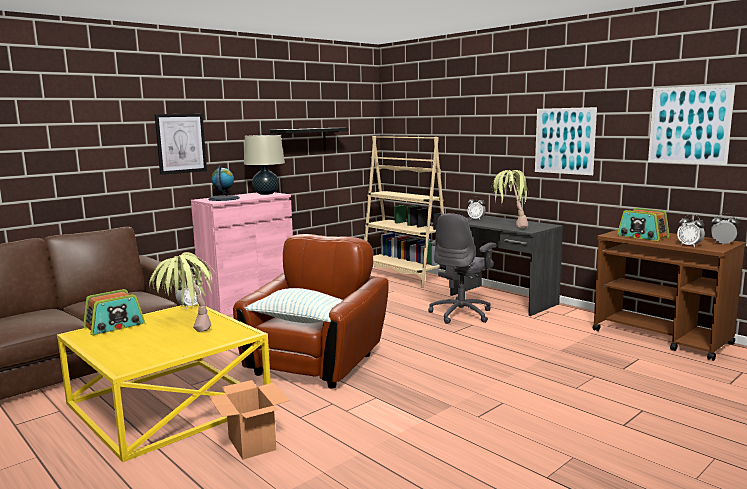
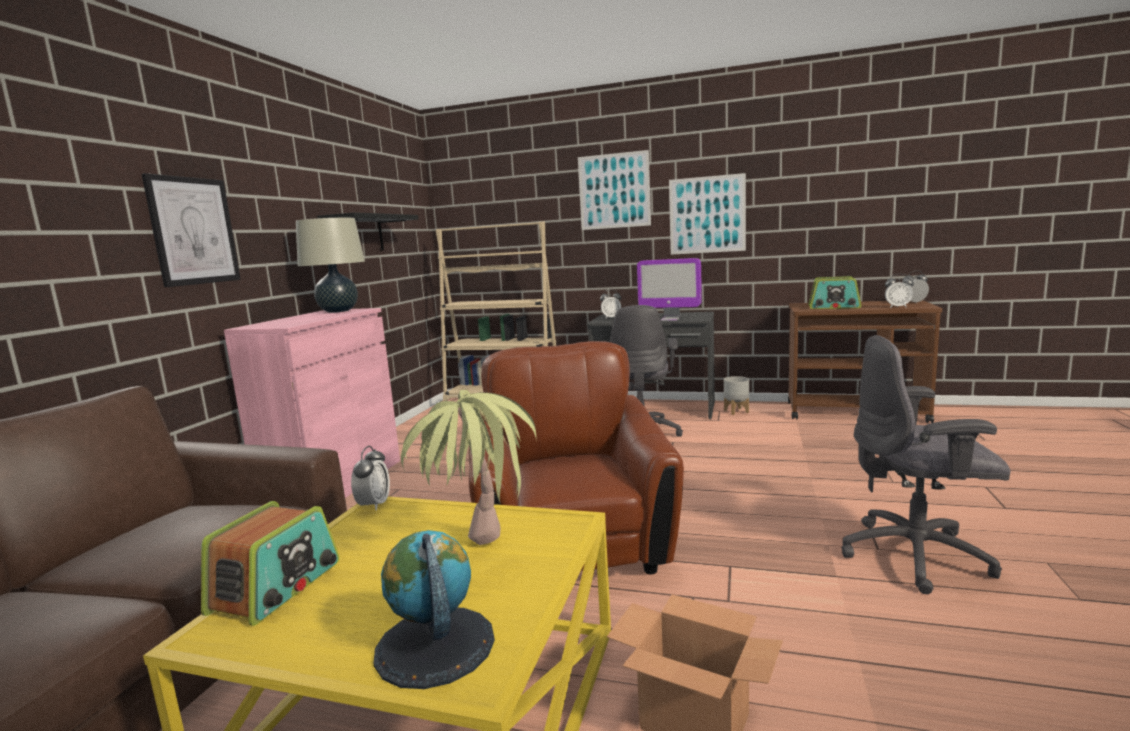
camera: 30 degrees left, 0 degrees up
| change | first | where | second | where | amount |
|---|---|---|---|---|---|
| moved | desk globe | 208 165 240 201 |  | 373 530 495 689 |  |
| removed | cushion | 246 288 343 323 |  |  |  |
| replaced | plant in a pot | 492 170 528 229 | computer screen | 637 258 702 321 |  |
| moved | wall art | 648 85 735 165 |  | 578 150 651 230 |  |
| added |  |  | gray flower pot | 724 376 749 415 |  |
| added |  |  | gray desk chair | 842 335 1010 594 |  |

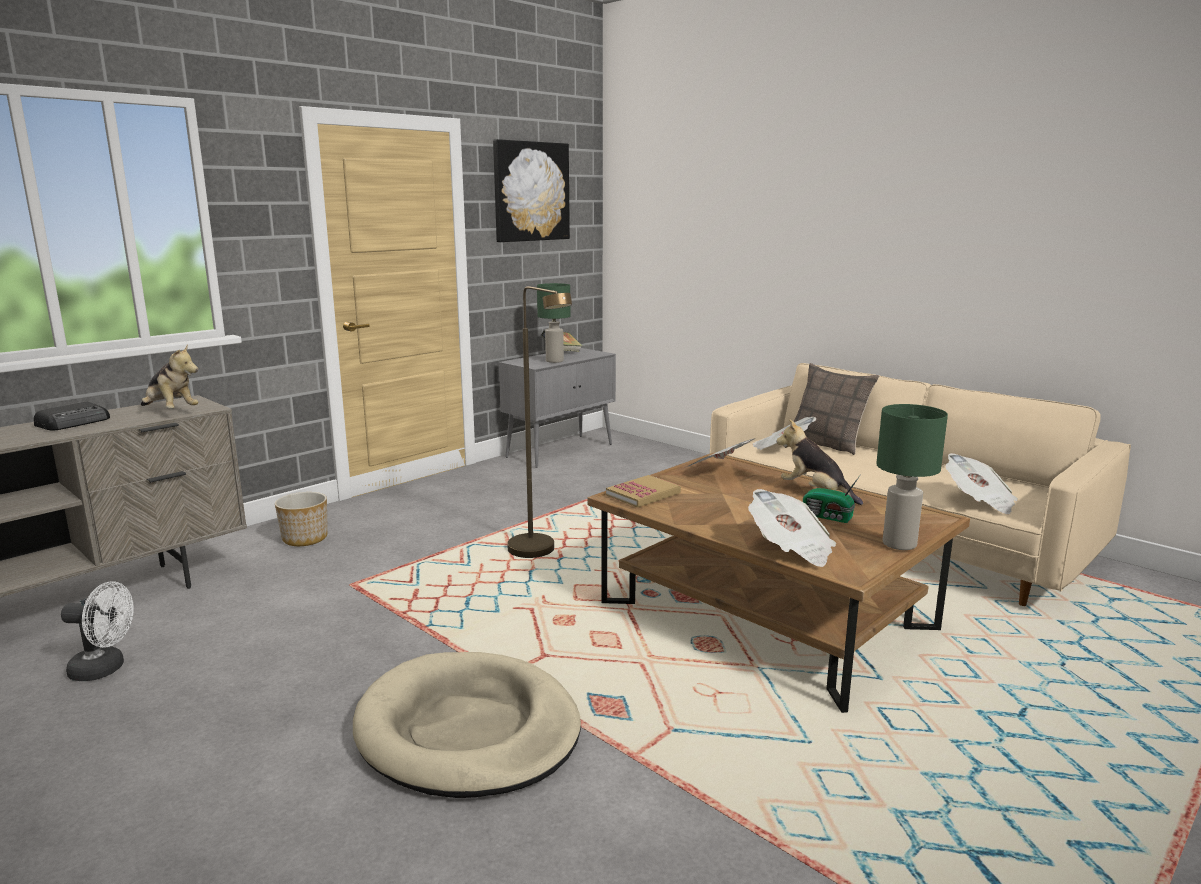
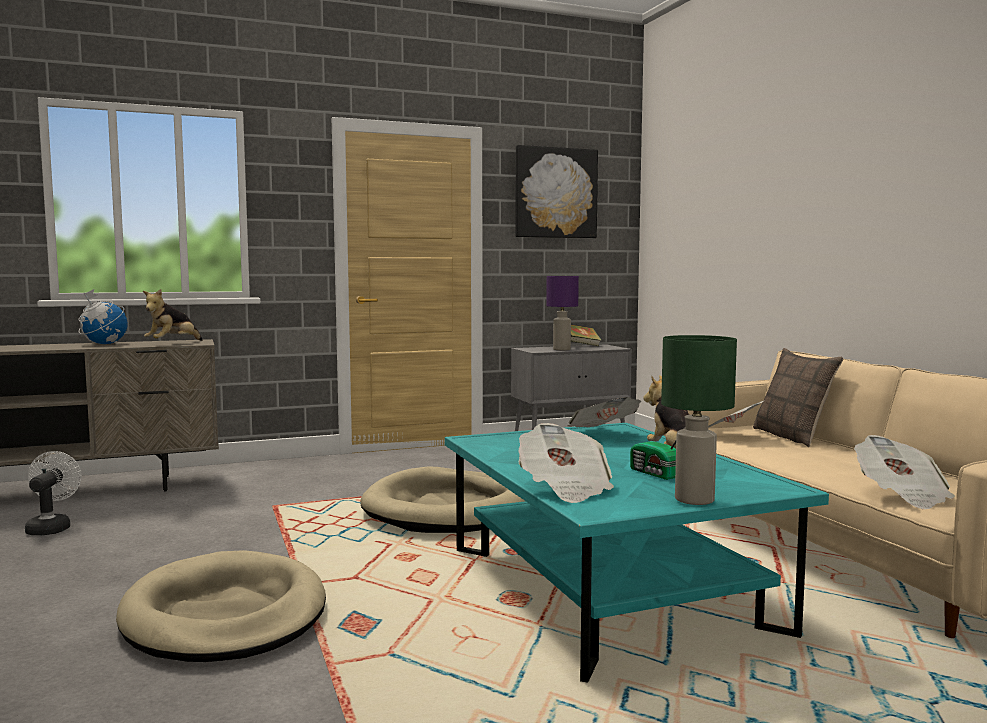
camera: 25 degrees right, 10 degrees down
| change | first | where | second | where | amount |
|---|---|---|---|---|---|
| replaced | radio | 33 401 110 431 | desk globe | 78 289 128 344 |  |
| turned | white cooling fan | 61 581 134 681 |  | 25 451 81 535 | 120 degrees counterclockwise |
| turned | plush toy | 141 344 198 409 |  | 143 289 203 341 | 60 degrees clockwise |
| removed | flower pot | 275 492 328 546 |  |  |  |
| replaced | brown-coloured standing lamp | 507 286 572 558 | beige-coloured dog cushion | 360 466 525 533 |  |
| recoloured | green tabletop lamp | 537 283 571 363 | purplish tabletop lamp | 546 276 579 351 |  |
| recoloured | brown-coloured lounge table | 587 452 970 713 | turquoise lounge table | 445 423 829 683 |  |
| removed | book | 606 475 681 508 |  |  |  |

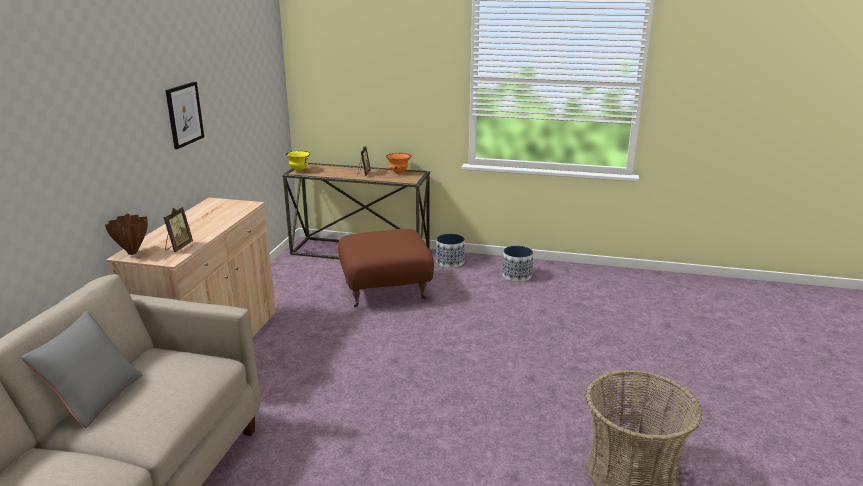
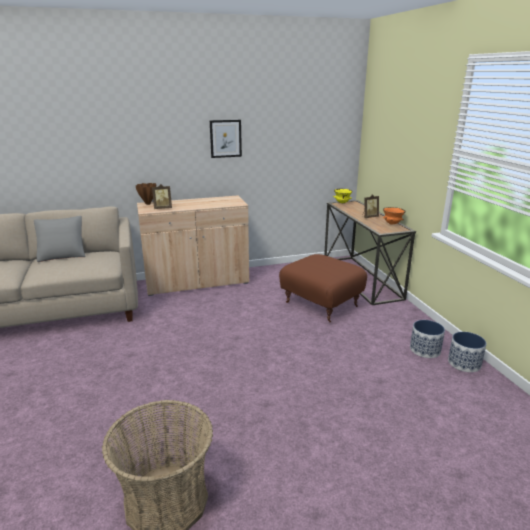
camera: 60 degrees right, 0 degrees up
| change | first | where | second | where | amount |
|---|---|---|---|---|---|
| moved | flower pot | 436 234 465 268 |  | 448 332 486 372 |  |

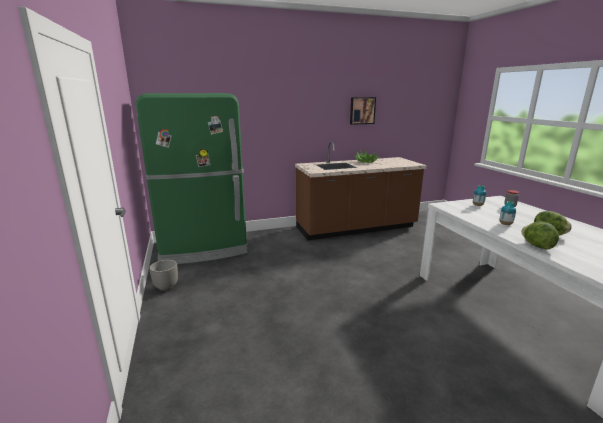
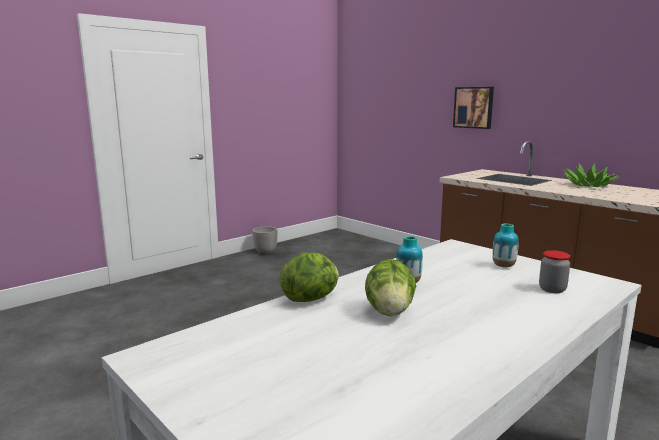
camera: 65 degrees right, 5 degrees down
| change | first | where | second | where | amount |
|---|---|---|---|---|---|
| removed | green refrigerator | 136 93 248 264 |  |  |  |
| moved | wall art | 350 97 376 125 |  | 453 87 494 129 |  |

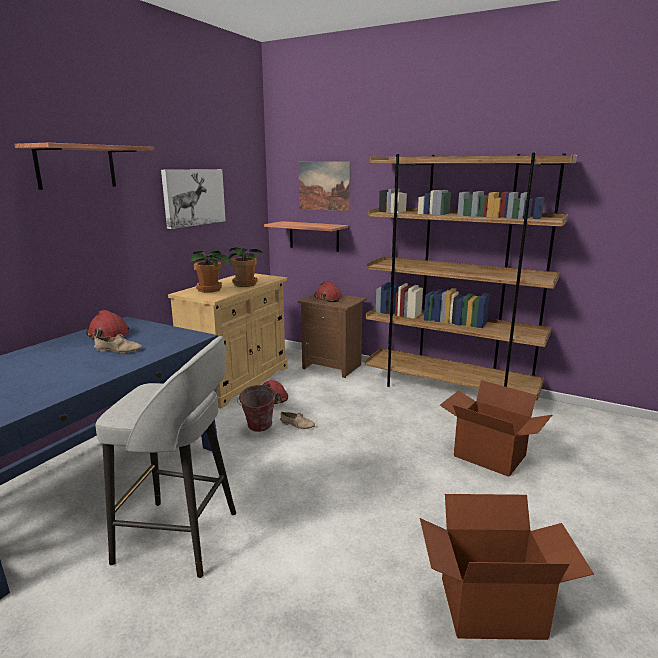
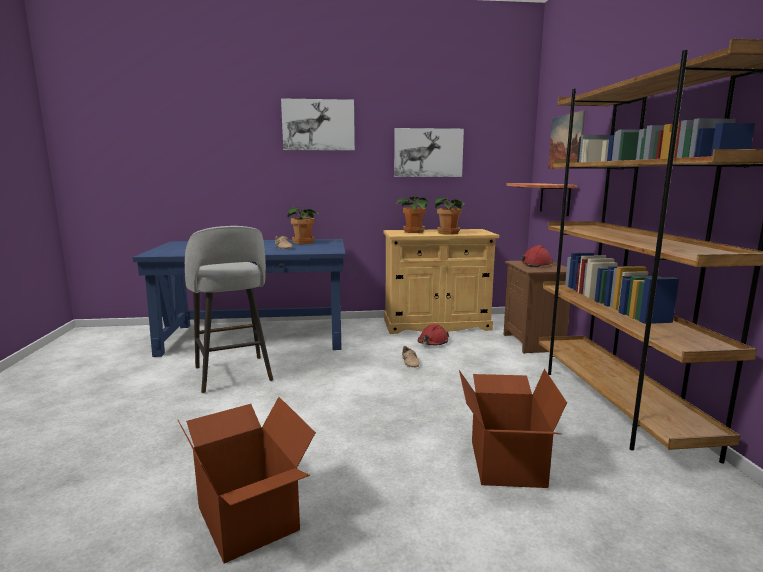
camera: 55 degrees right, 5 degrees down
| change | first | where | second | where | amount |
|---|---|---|---|---|---|
| replaced | shelf | 15 143 154 190 | wall art | 281 98 355 151 |  |
| replaced | reddish safety helmet | 86 310 129 338 | plant in a pot | 288 207 318 244 |  |
| removed | bucket | 237 384 276 432 |  |  |  |

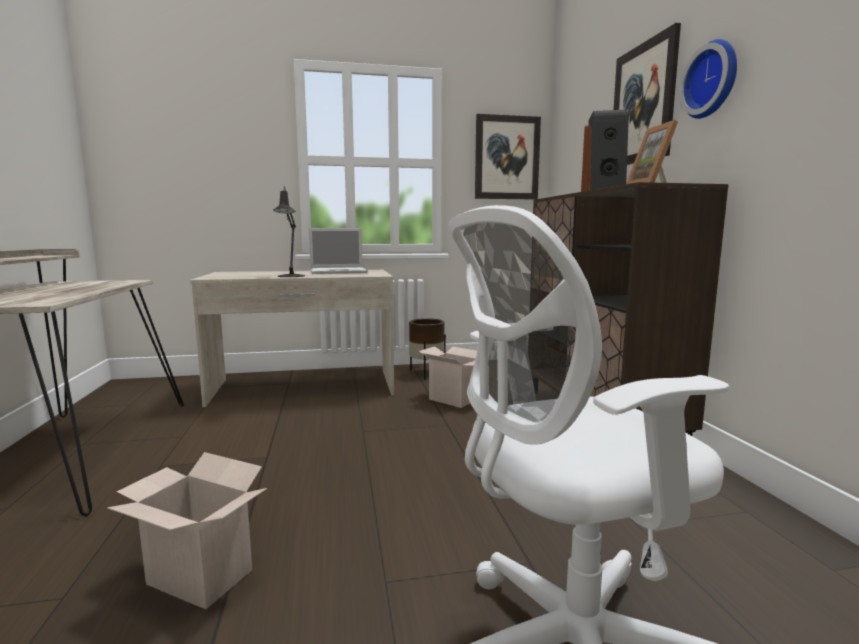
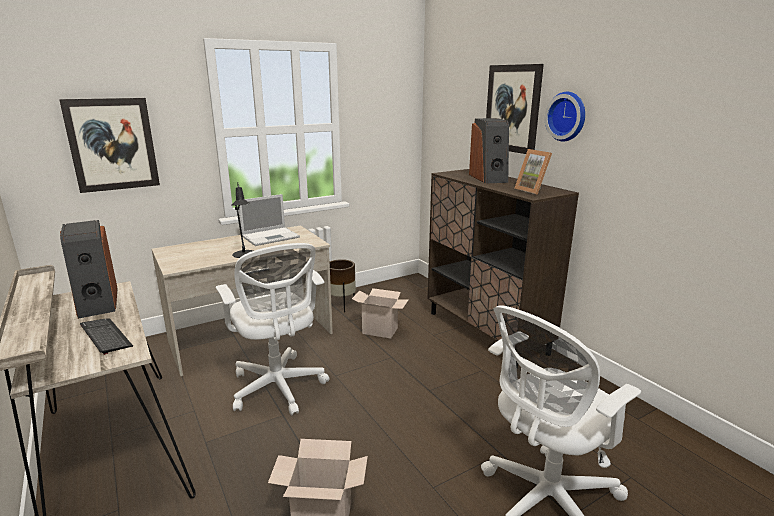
camera: 20 degrees left, 10 degrees up
| change | first | where | second | where | amount |
|---|---|---|---|---|---|
| moved | wall art | 475 114 541 200 |  | 59 98 160 193 |  |
| added |  |  | audio speaker | 60 220 118 319 |  |
| added |  |  | keyboard | 80 318 133 355 |  |
| added |  |  | white desk chair | 216 243 329 415 |  |

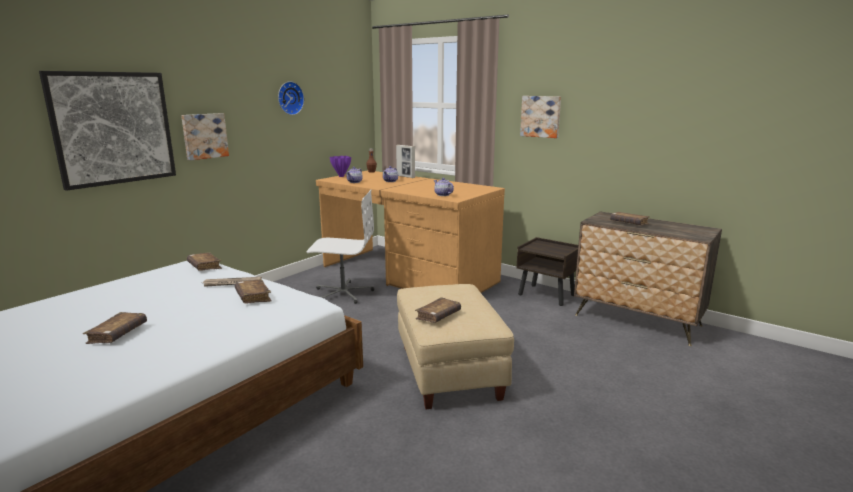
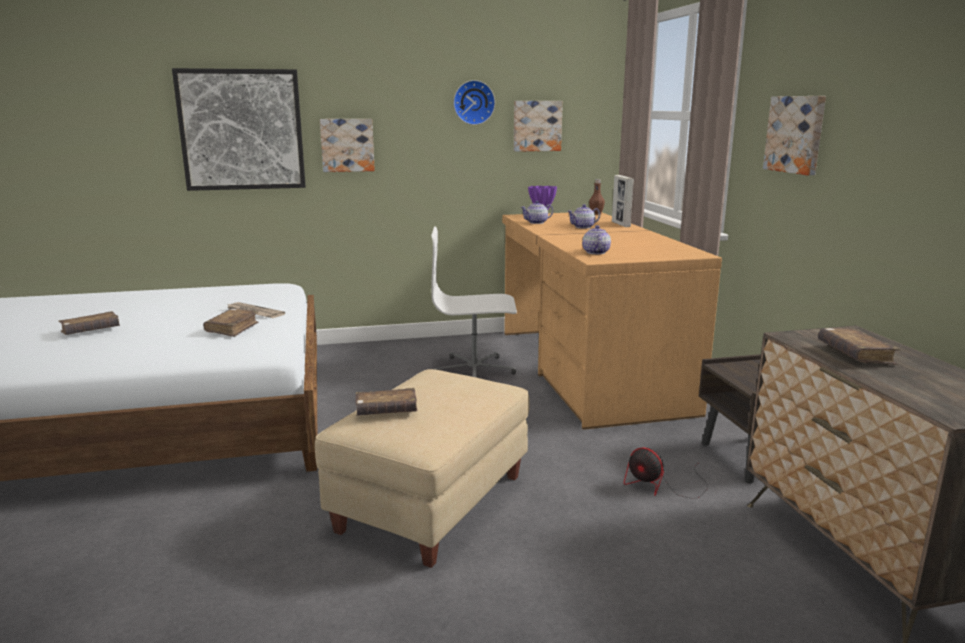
camera: 40 degrees right, 0 degrees up
| change | first | where | second | where | amount |
|---|---|---|---|---|---|
| removed | brown-coloured book | 187 252 222 271 |  |  |  |
| turned | white desk chair | 306 190 374 304 |  | 431 226 517 378 | 135 degrees clockwise |
| added |  |  | wall art | 514 101 563 152 |  |
| added |  |  | cooling fan | 624 447 708 499 |  |

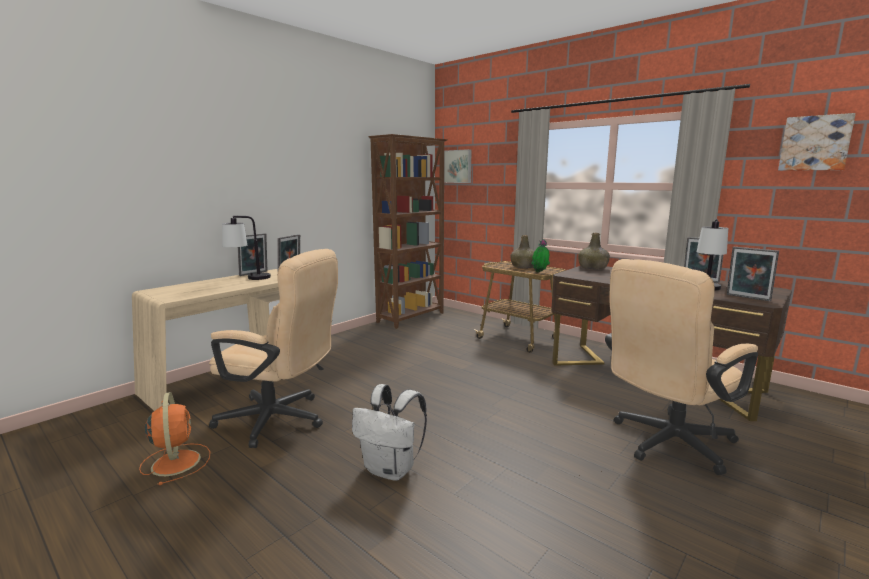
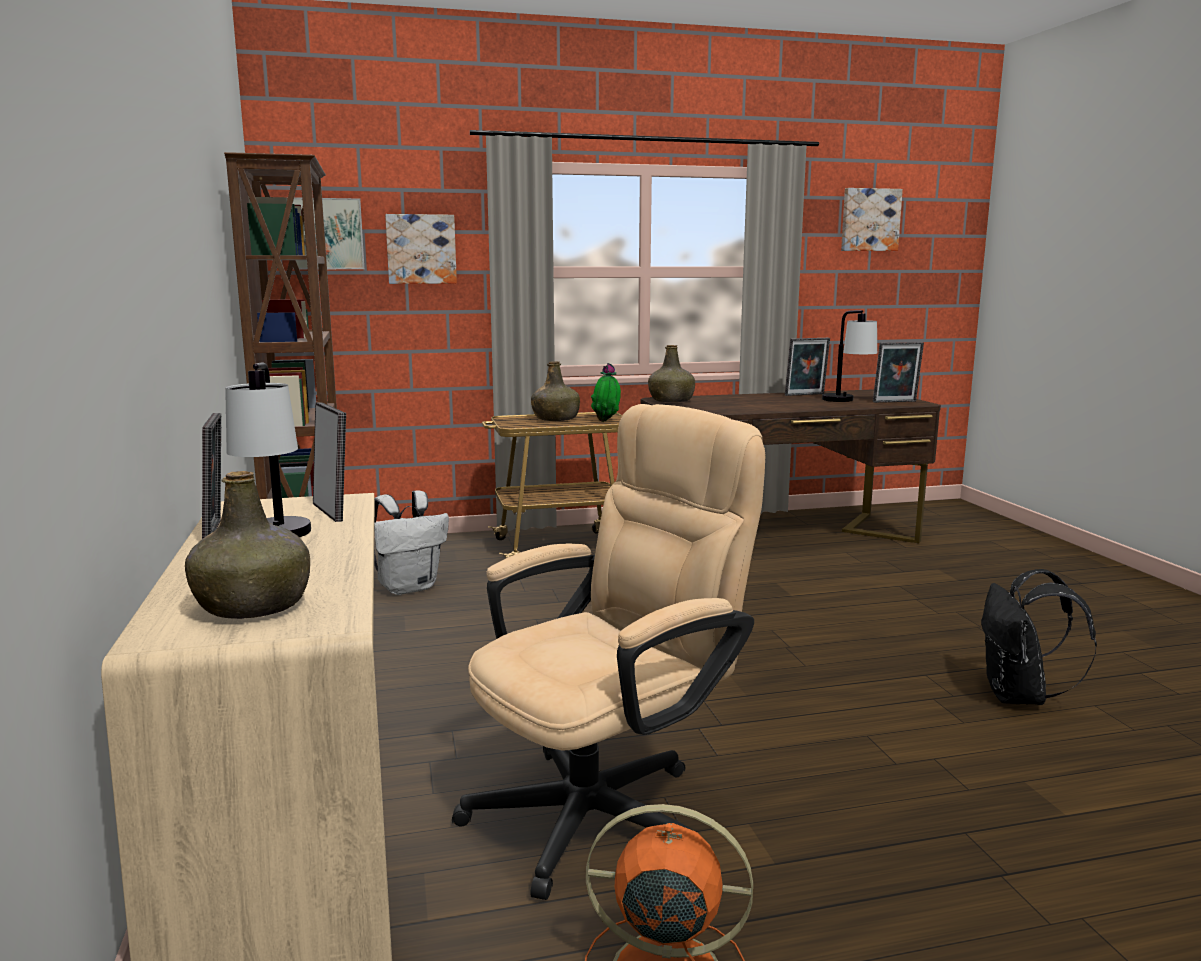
camera: 55 degrees left, 0 degrees up
| change | first | where | second | where | amount |
|---|---|---|---|---|---|
| moved | white knapsack | 352 384 427 481 |  | 374 490 449 595 |  |
| removed | beige-coloured desk chair | 605 259 758 475 |  |  |  |
| added |  |  | green drink bottle | 185 471 310 619 |  |
| added |  |  | wall art | 385 214 457 284 |  |
| added |  |  | blackish knapsack | 981 569 1097 705 |  |

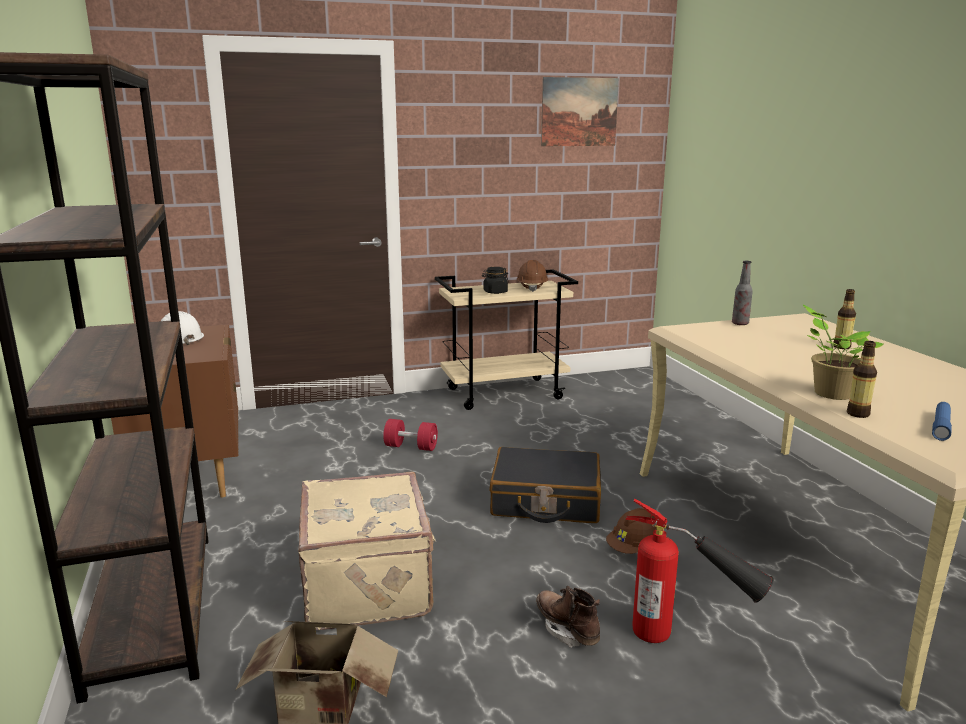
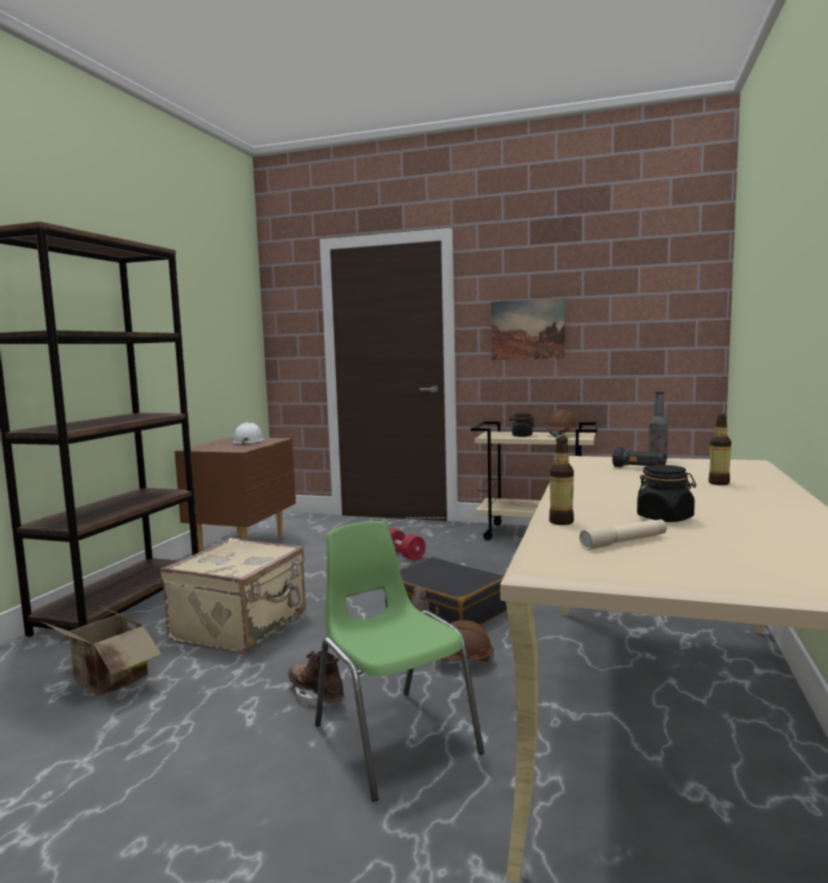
camera: 35 degrees right, 10 degrees down
| change | first | where | second | where | amount |
|---|---|---|---|---|---|
| turned | brown-coloured tall boot | 536 586 600 648 |  | 288 651 345 707 | 45 degrees counterclockwise |
| moved | wall art | 541 77 619 147 |  | 491 298 565 360 |  |
| replaced | fire extinguisher | 625 499 774 643 | green plain chair | 315 521 484 802 |  |
| removed | plant in a pot | 803 305 884 400 |  |  |  |
| recoloured | bluish flashlight | 932 402 952 441 | beige-coloured flashlight | 579 519 667 550 |  |
| added |  |  | blackish flashlight | 612 447 666 467 |  |
| added |  |  | blackish jar | 637 465 696 522 |  |

